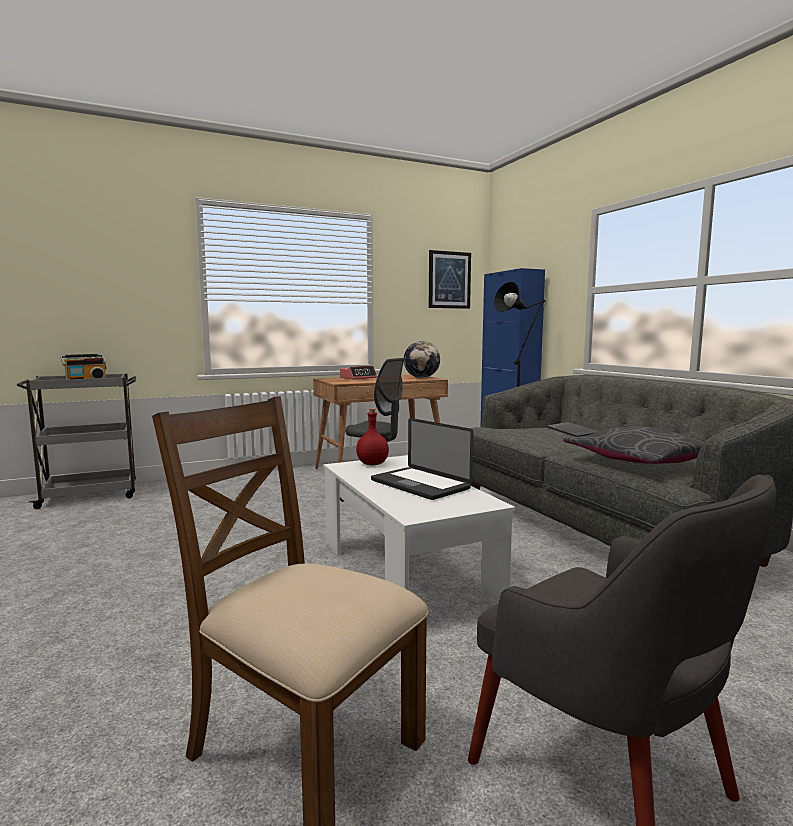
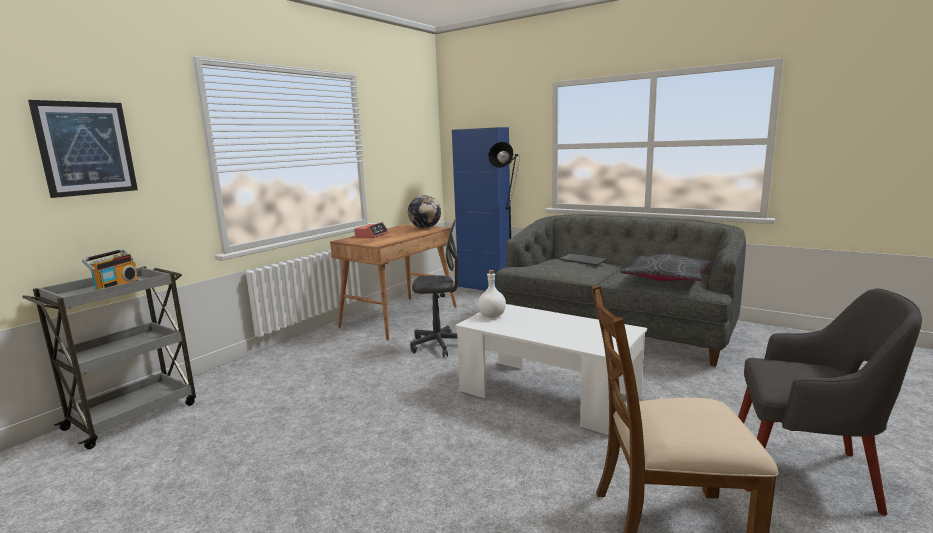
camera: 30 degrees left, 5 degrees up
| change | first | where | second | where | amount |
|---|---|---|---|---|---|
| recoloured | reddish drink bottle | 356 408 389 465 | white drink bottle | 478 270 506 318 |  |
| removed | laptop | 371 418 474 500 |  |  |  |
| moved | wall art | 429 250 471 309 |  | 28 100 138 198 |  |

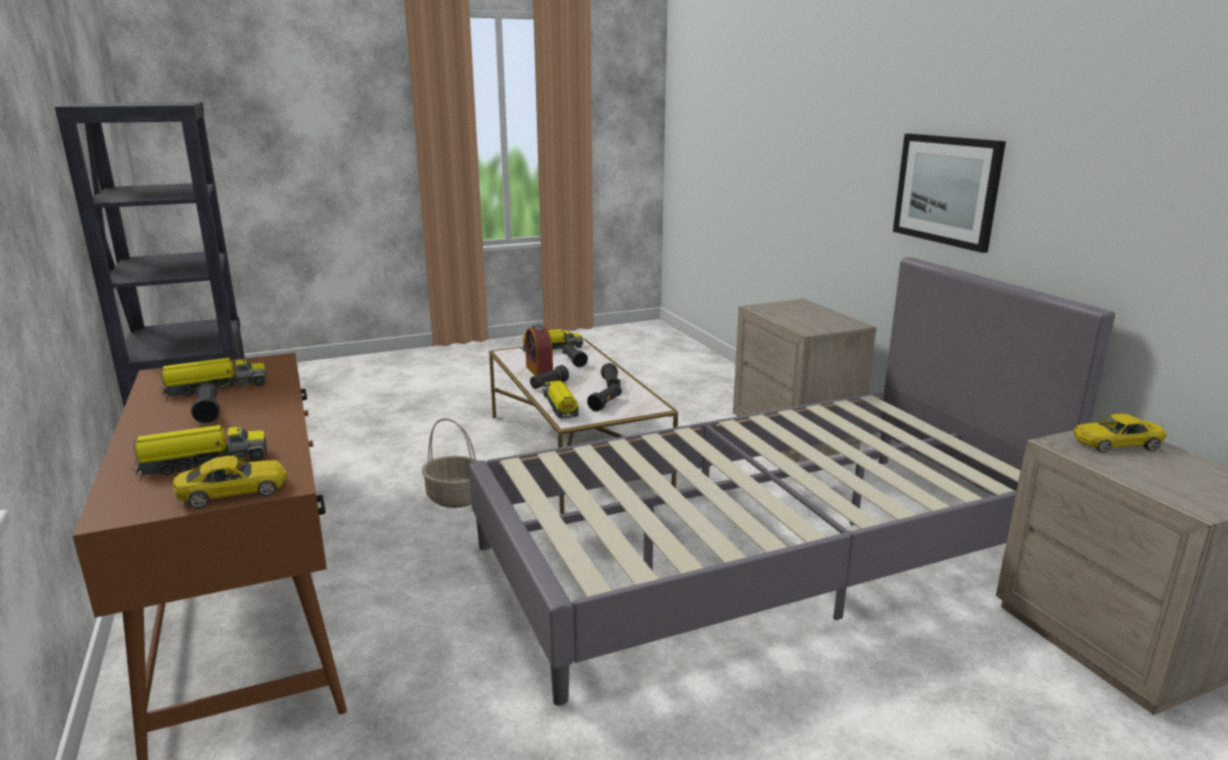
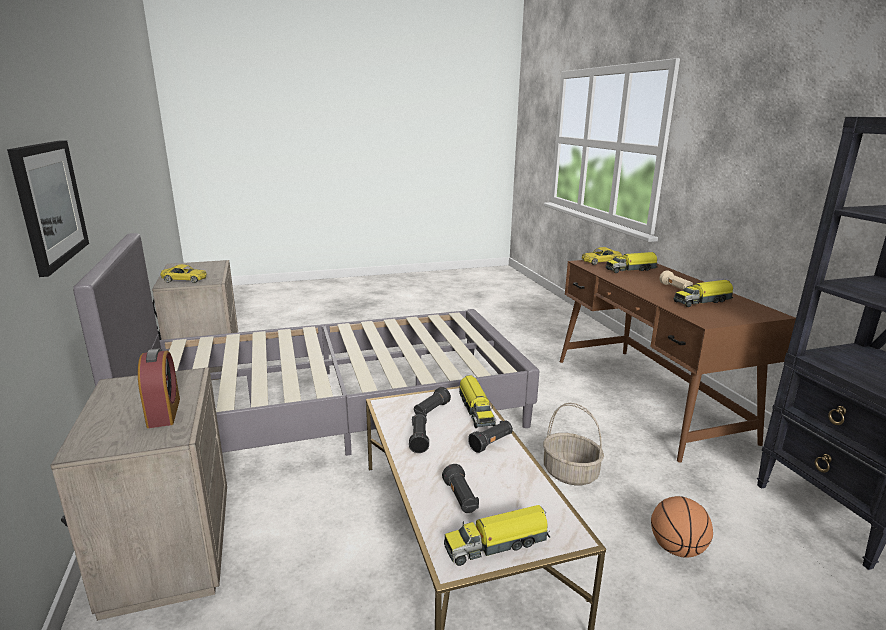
camera: 175 degrees left, 0 degrees up
| change | first | where | second | where | amount |
|---|---|---|---|---|---|
| recoloured | blackish flashlight | 191 384 220 423 | beige-coloured flashlight | 660 270 693 290 |  |
| moved | alarm clock | 525 324 553 376 |  | 138 348 180 428 |  |
| added |  |  | basketball ball | 651 496 713 558 |  |

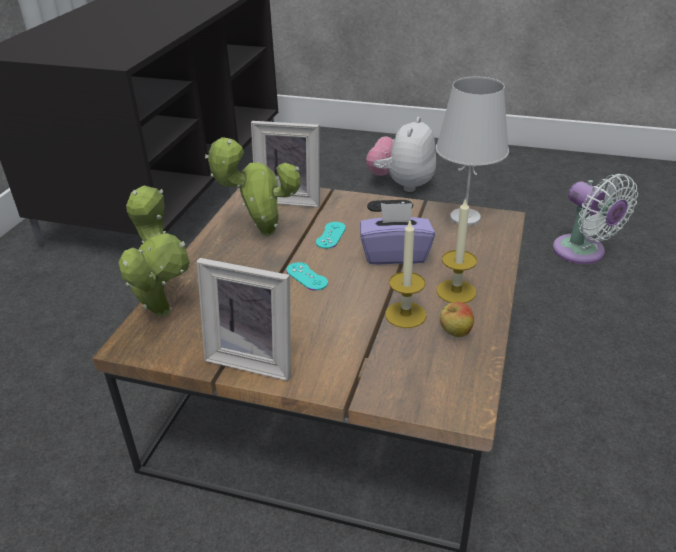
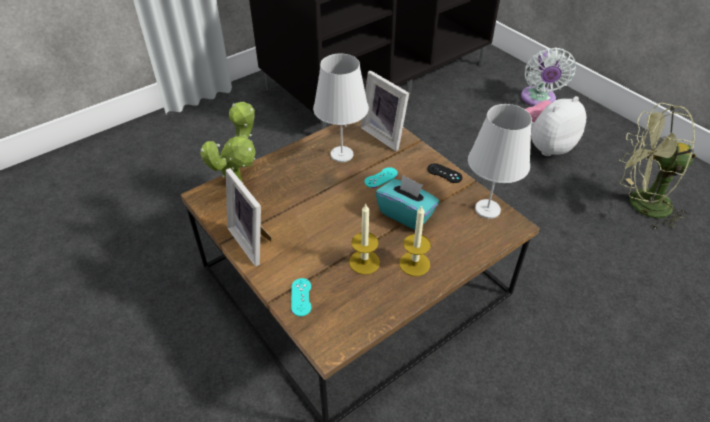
camera: 35 degrees right, 10 degrees up
| change | first | where | second | where | amount |
|---|---|---|---|---|---|
| replaced | plant in a pot | 205 137 301 236 | white tabletop lamp | 313 54 369 162 |  |
| moved | turquoise joypad | 286 262 328 290 |  | 291 278 311 316 |  |
| recoloured | purplish tissue holder | 360 203 435 264 | turquoise tissue holder | 376 175 439 230 |  |
| removed | whole apple | 440 302 474 337 |  |  |  |
| moved | white cooling fan | 553 174 638 264 |  | 521 48 576 106 |  |
| added |  |  | green cooling fan | 619 103 696 229 |  |

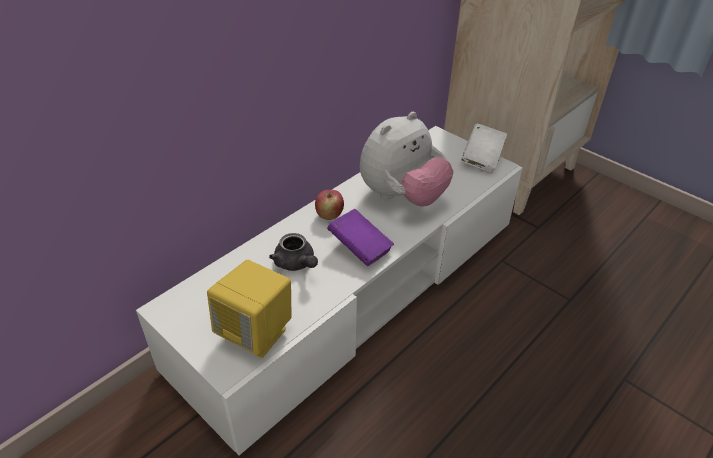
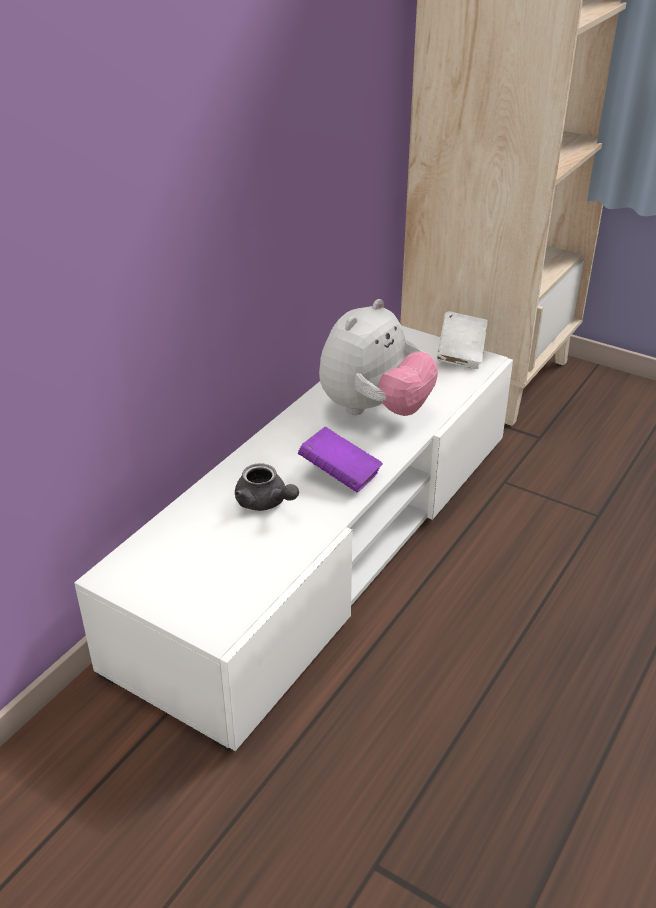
camera: 10 degrees left, 5 degrees down
| change | first | where | second | where | amount |
|---|---|---|---|---|---|
| removed | yellowish audio speaker | 207 260 292 358 |  |  |  |
| removed | whole apple | 315 190 344 220 |  |  |  |

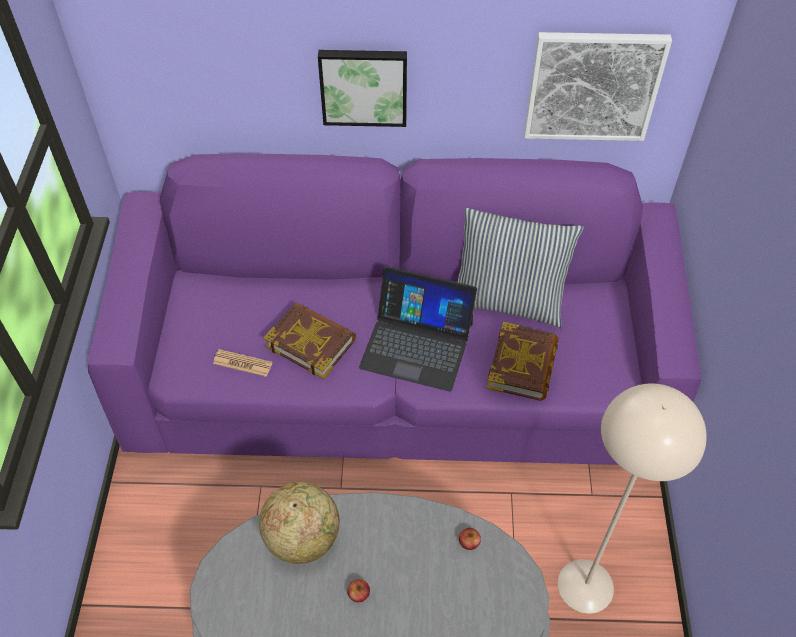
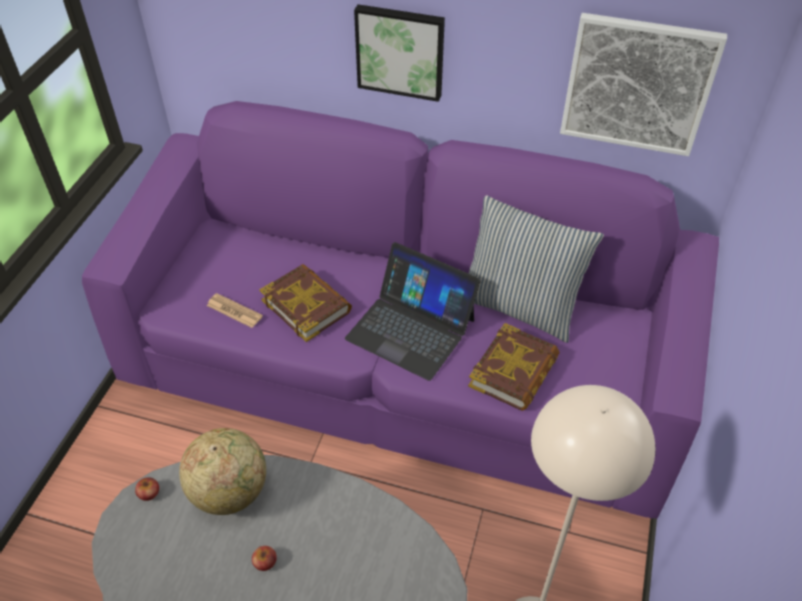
camera: 15 degrees right, 5 degrees down
| change | first | where | second | where | amount |
|---|---|---|---|---|---|
| moved | whole apple | 459 528 481 550 |  | 135 477 159 501 |  |

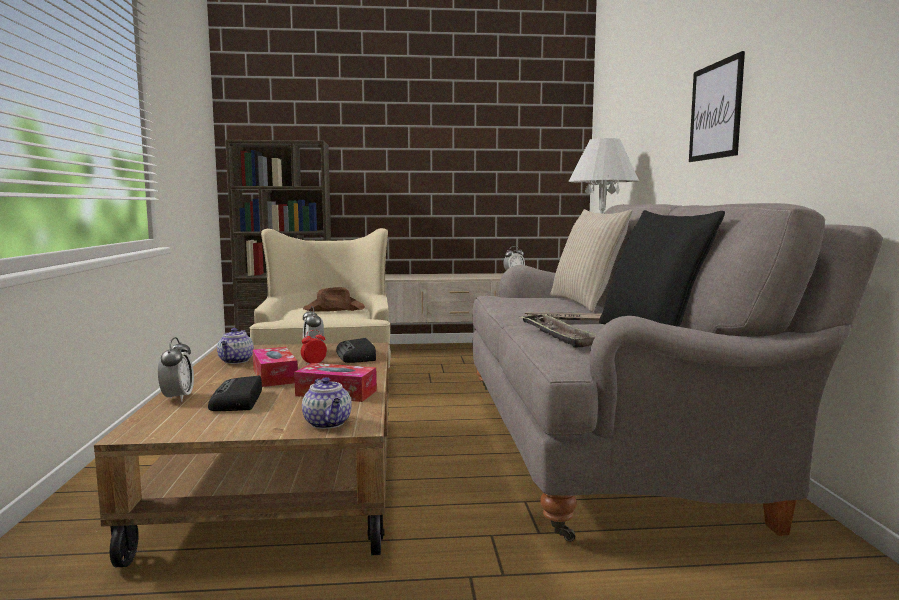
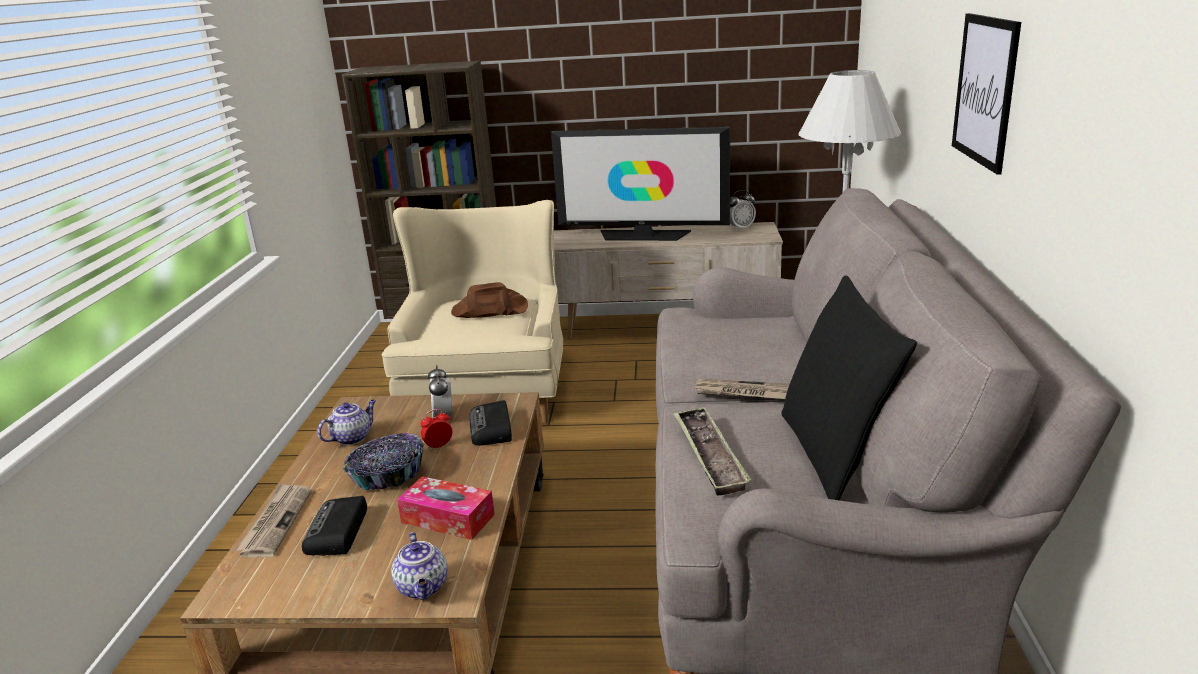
camera: 10 degrees right, 15 degrees up
| change | first | where | second | where | amount |
|---|---|---|---|---|---|
| replaced | alarm clock | 158 337 194 402 | printed paper | 235 483 312 558 |  |
| turned | tea pot | 217 328 254 364 |  | 317 400 376 445 | 150 degrees counterclockwise |
| replaced | tissue holder | 253 347 298 387 | deep dish | 343 433 424 490 |  |
| removed | beige-coloured cushion | 550 209 632 312 |  |  |  |
| added |  |  | TV set | 551 127 730 241 |  |

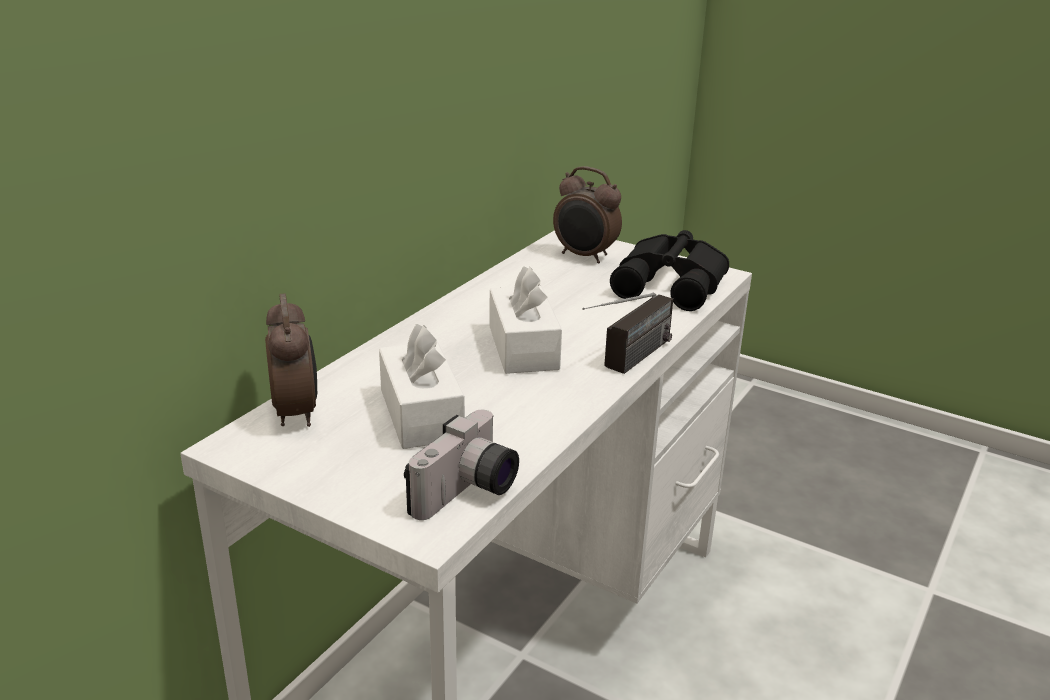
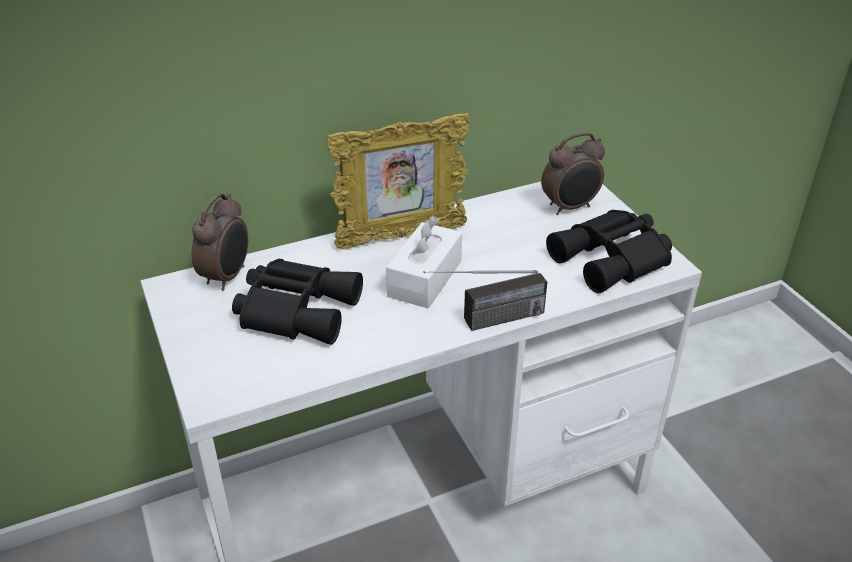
camera: 35 degrees right, 10 degrees up
| change | first | where | second | where | amount |
|---|---|---|---|---|---|
| replaced | white tissue holder | 379 324 465 449 | blackish pair of binoculars | 232 259 363 345 |  |
| removed | photo camera | 404 410 519 520 |  |  |  |
| turned | alarm clock | 553 166 622 263 |  | 541 132 605 215 | 90 degrees counterclockwise |
| added |  |  | picture frame | 326 113 470 249 |  |

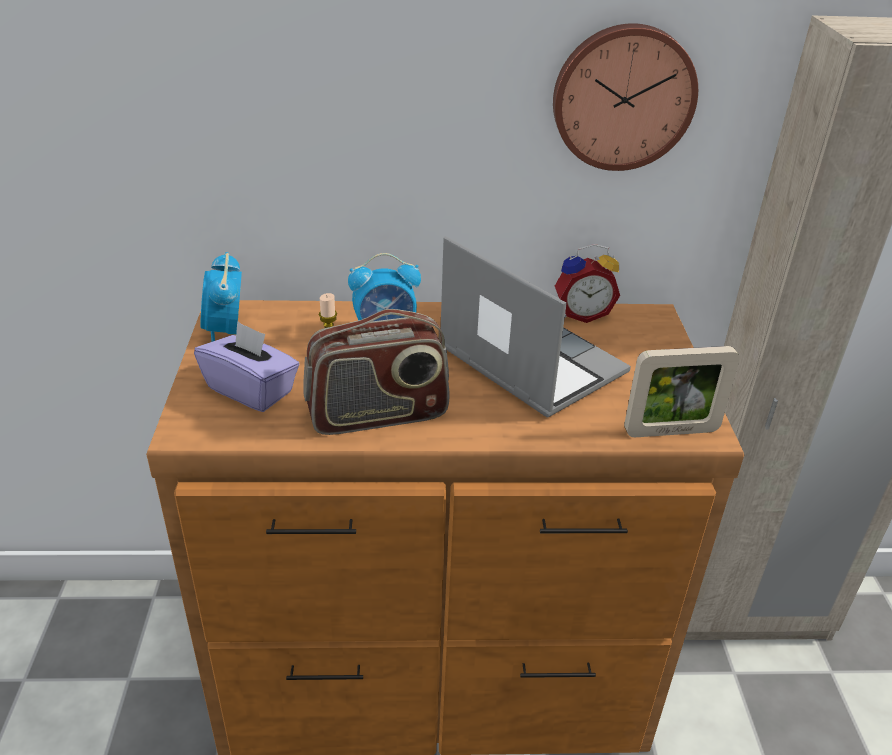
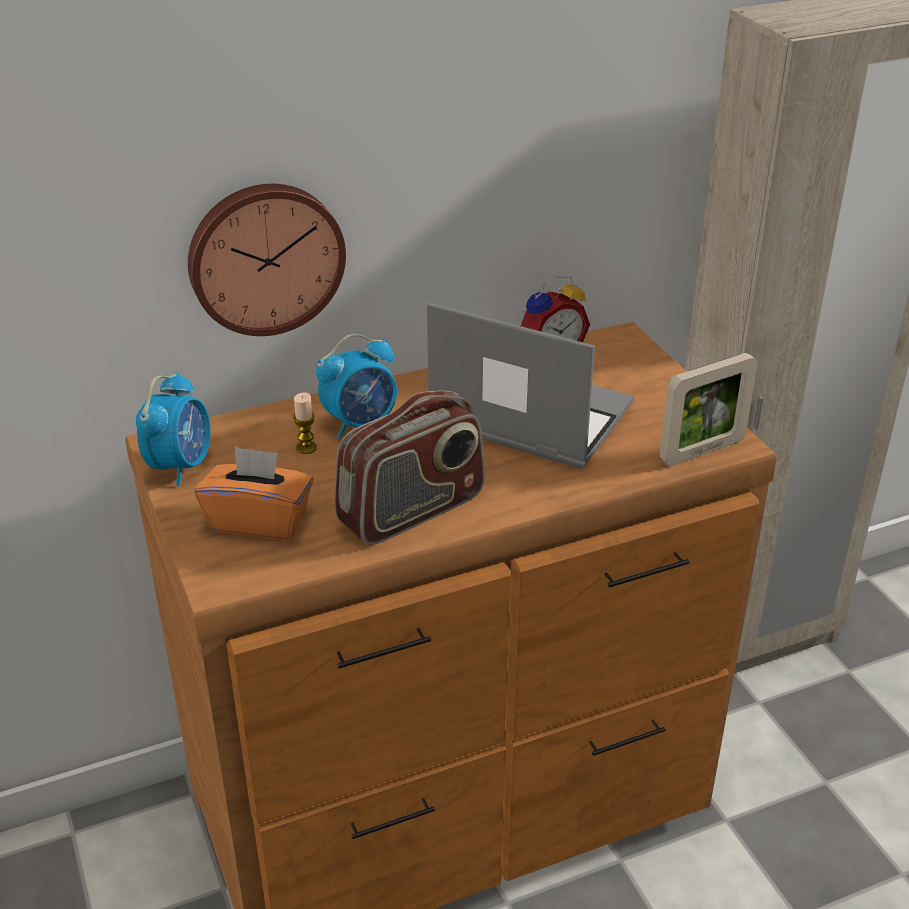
camera: 20 degrees left, 0 degrees up
| change | first | where | second | where | amount |
|---|---|---|---|---|---|
| recoloured | purplish tissue holder | 194 321 300 412 | orange-coloured tissue holder | 195 446 314 540 |  |
| turned | alarm clock | 200 252 242 342 |  | 136 372 211 487 | 135 degrees counterclockwise |
| moved | clock on the wall | 553 23 698 171 |  | 188 184 346 336 |  |

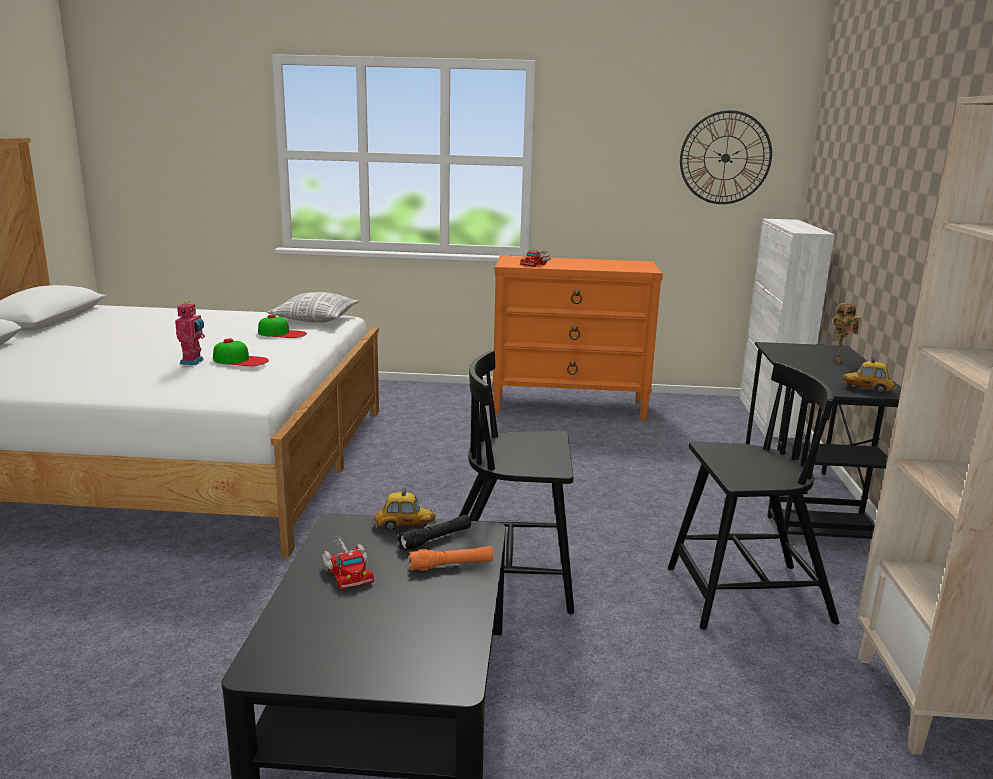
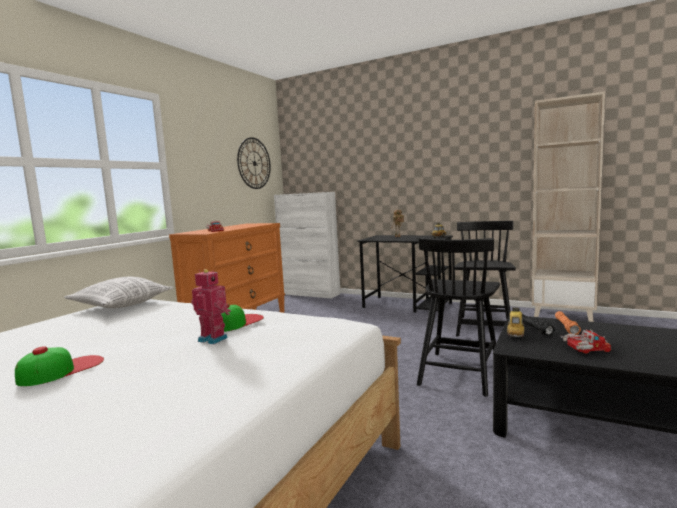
camera: 65 degrees left, 10 degrees down
| change | first | where | second | where | amount |
|---|---|---|---|---|---|
| moved | cap | 258 314 307 338 |  | 15 346 104 386 |  |

